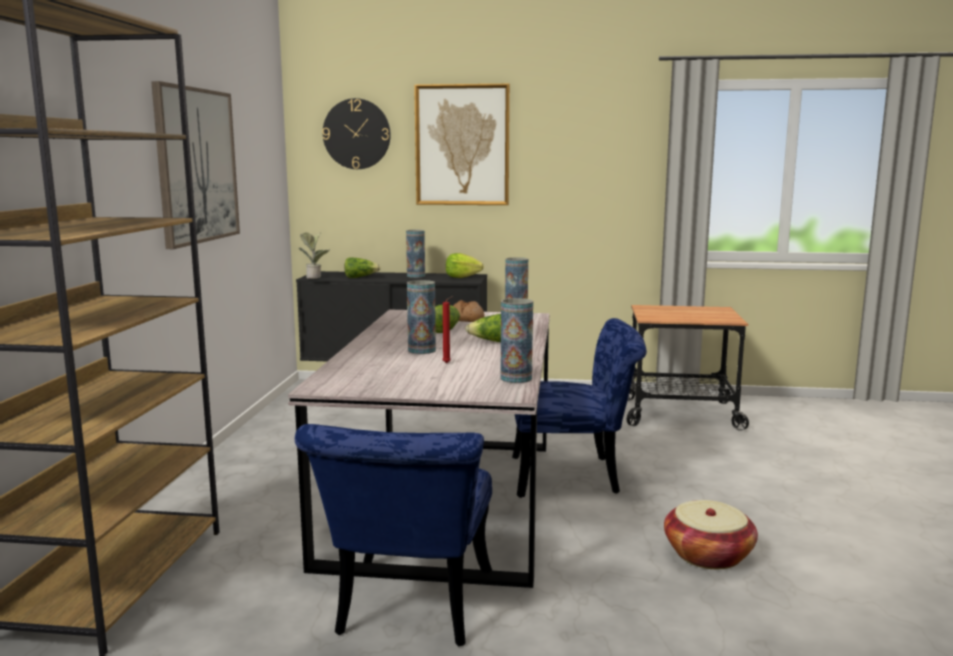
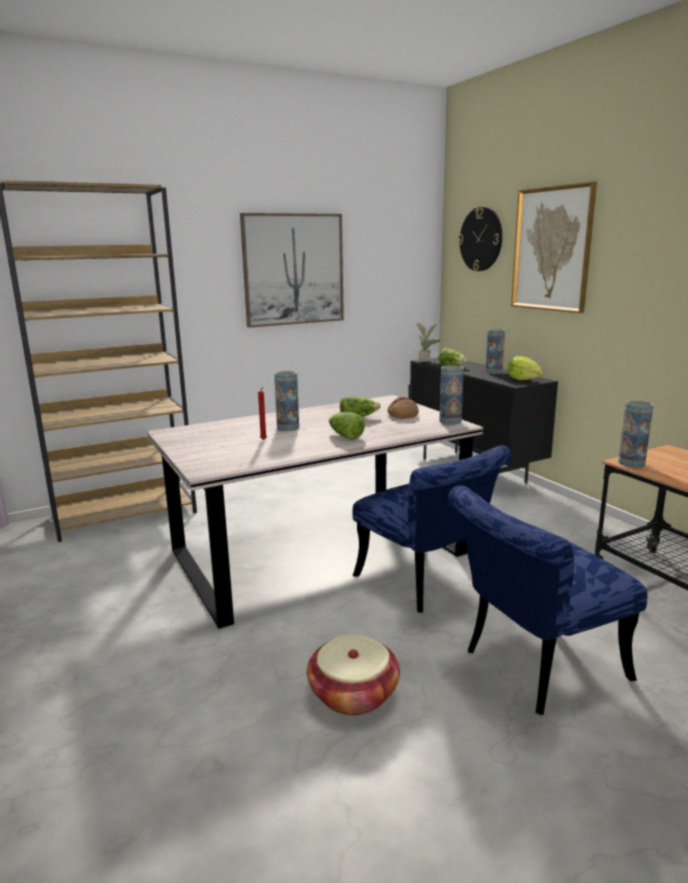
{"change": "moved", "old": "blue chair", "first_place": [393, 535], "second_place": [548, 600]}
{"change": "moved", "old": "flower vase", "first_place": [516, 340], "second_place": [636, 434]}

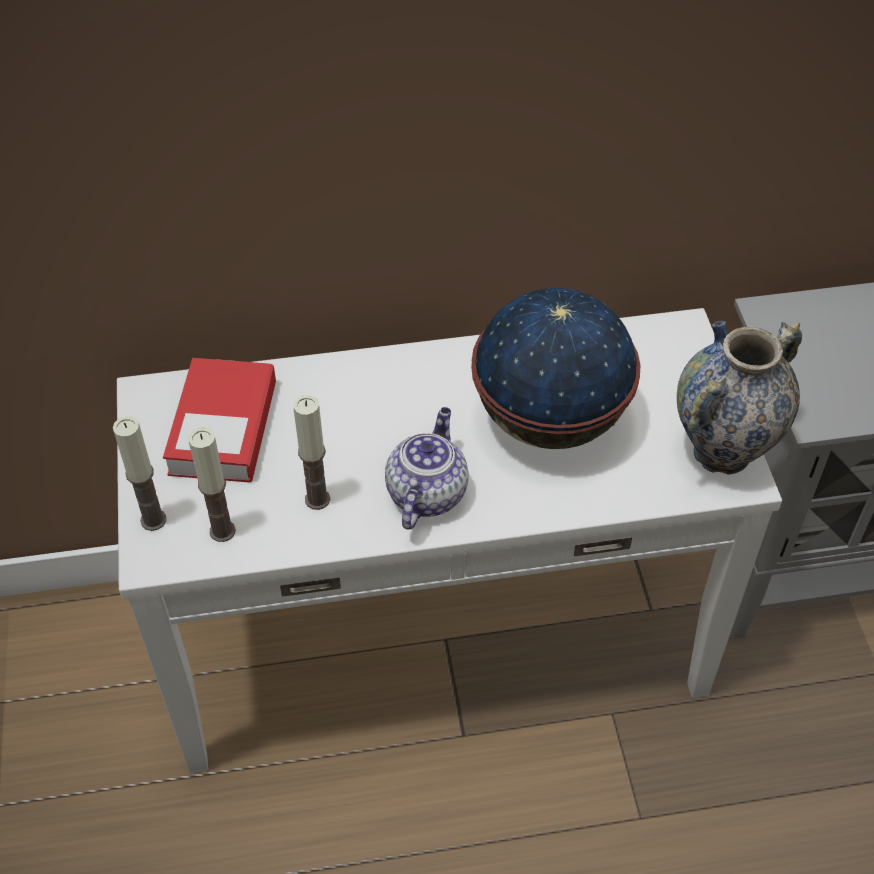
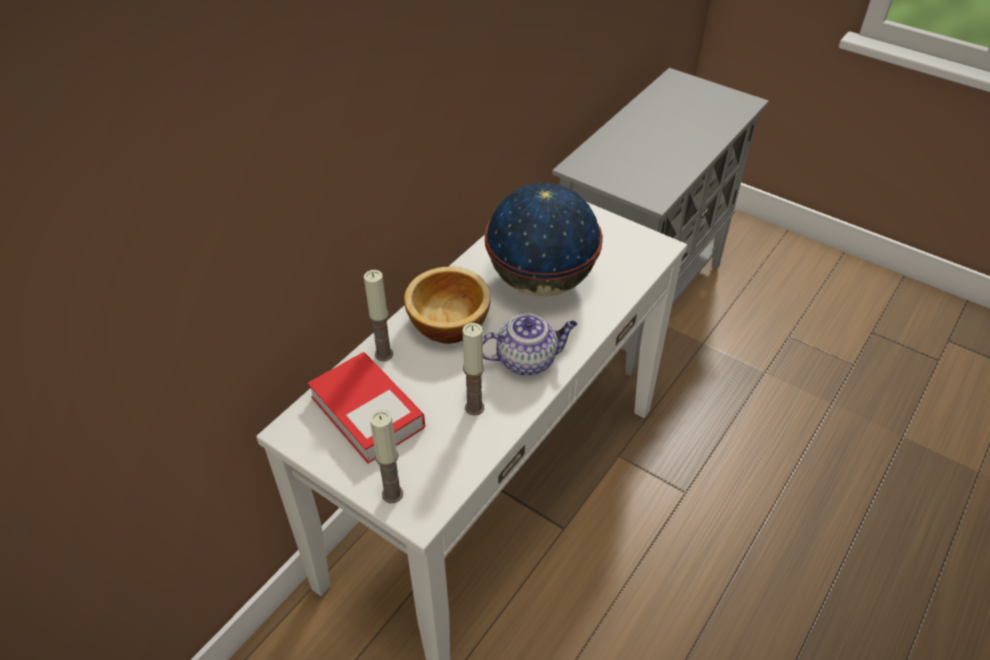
{"change": "removed", "old": "flower vase", "first_place": [739, 397]}
{"change": "added", "new": "bowl", "second_place": [447, 305]}
{"change": "moved", "old": "wax light", "first_place": [212, 485], "second_place": [378, 315]}
{"change": "turned", "old": "tea pot", "first_place": [426, 468], "second_place": [530, 344], "degrees": 105}

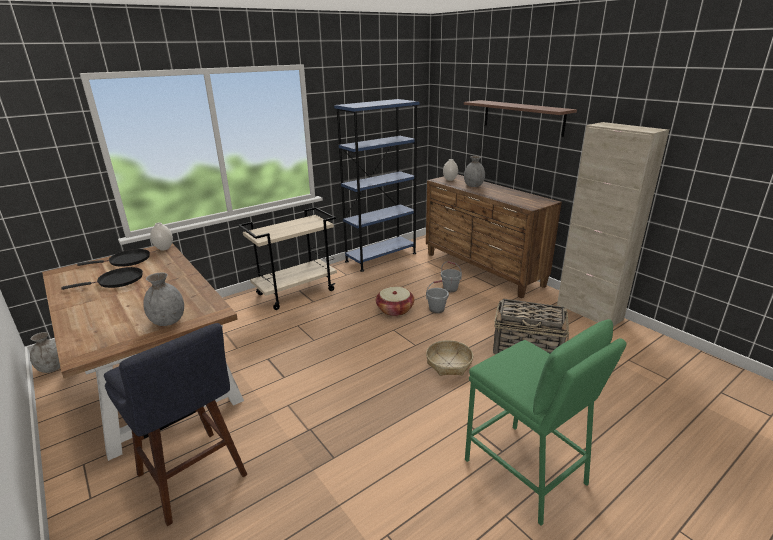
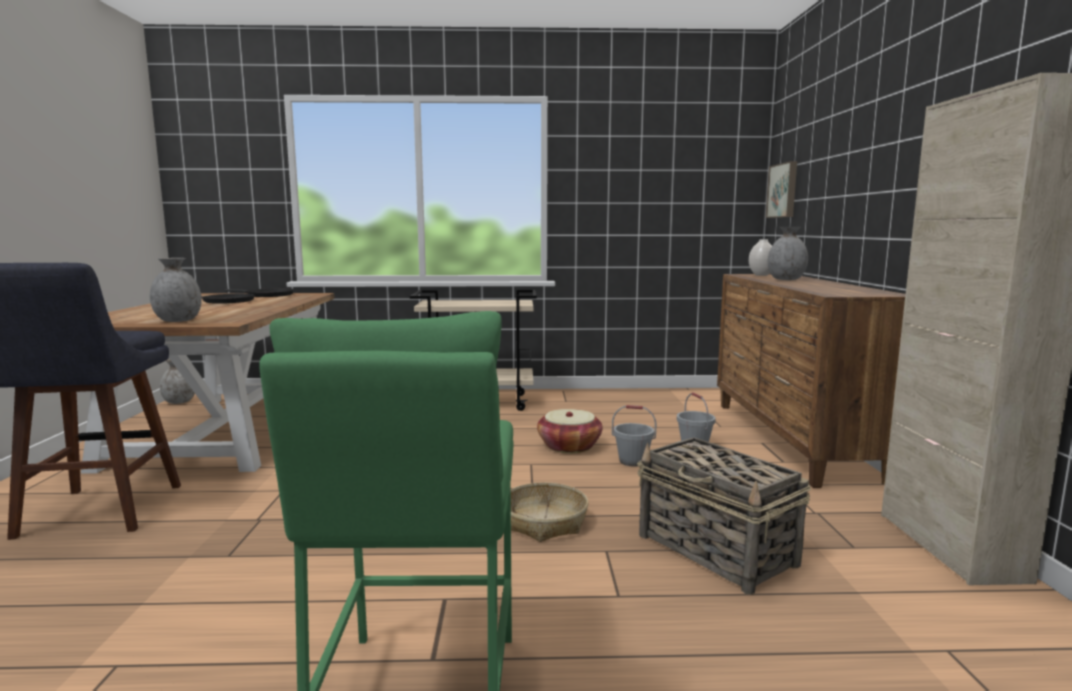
{"change": "removed", "old": "white-coloured flower vase", "first_place": [161, 236]}
{"change": "removed", "old": "blue shelving unit", "first_place": [376, 185]}
{"change": "removed", "old": "wall shelf", "first_place": [520, 118]}
{"change": "added", "new": "wall art", "second_place": [781, 189]}

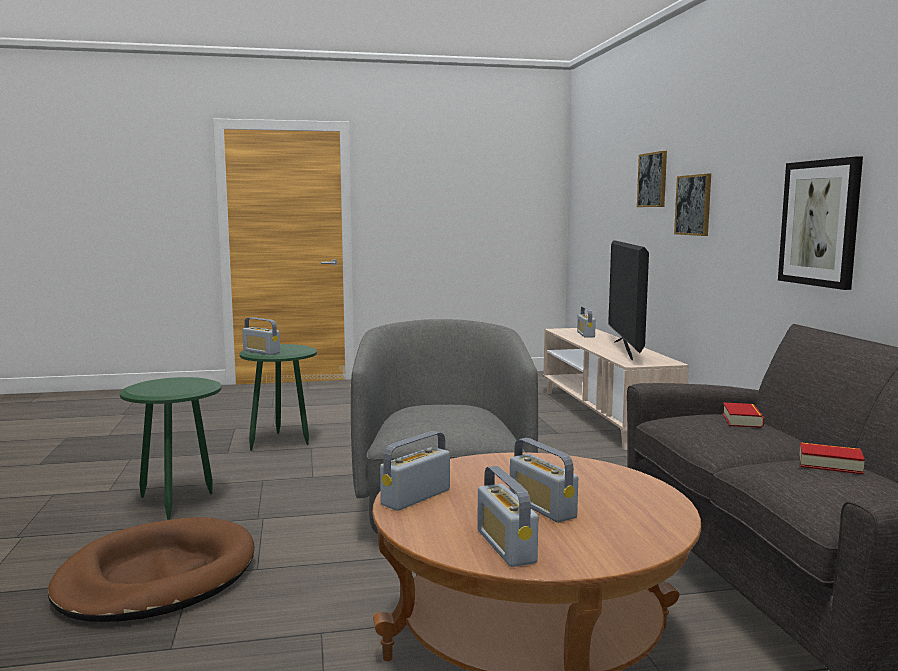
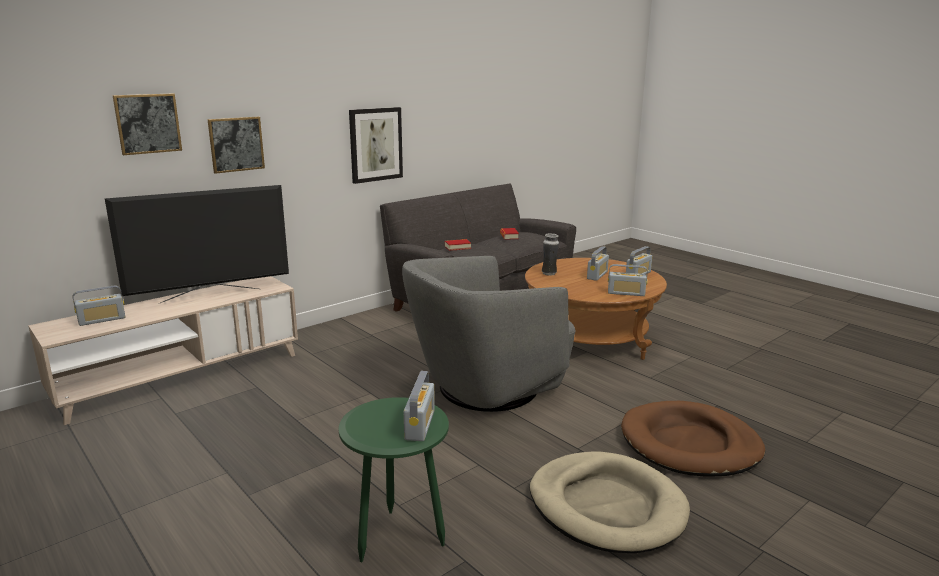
{"change": "added", "new": "flower vase", "second_place": [550, 254]}
{"change": "replaced", "old": "green end table", "new": "beige dog cushion", "first_place": [171, 448], "second_place": [610, 502]}

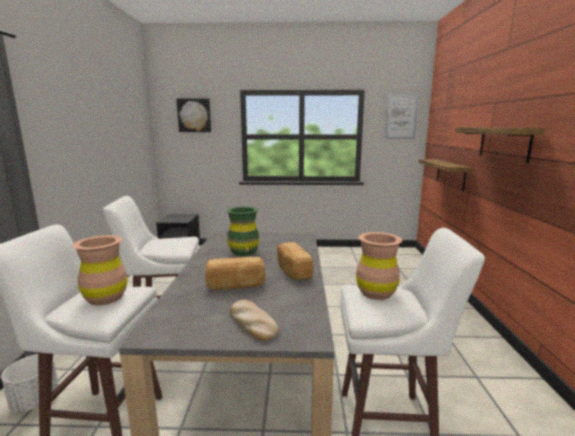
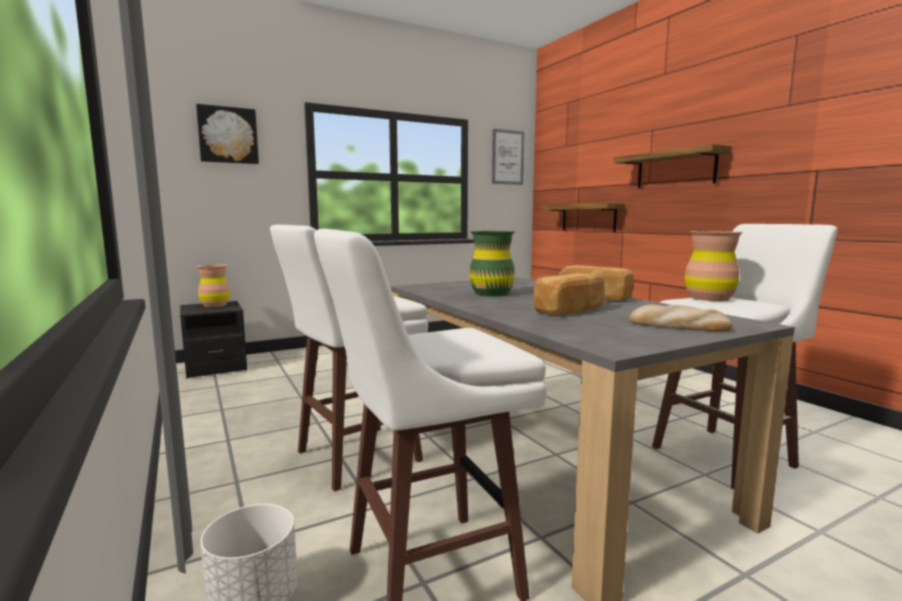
{"change": "moved", "old": "brownish flower vase", "first_place": [99, 270], "second_place": [213, 286]}

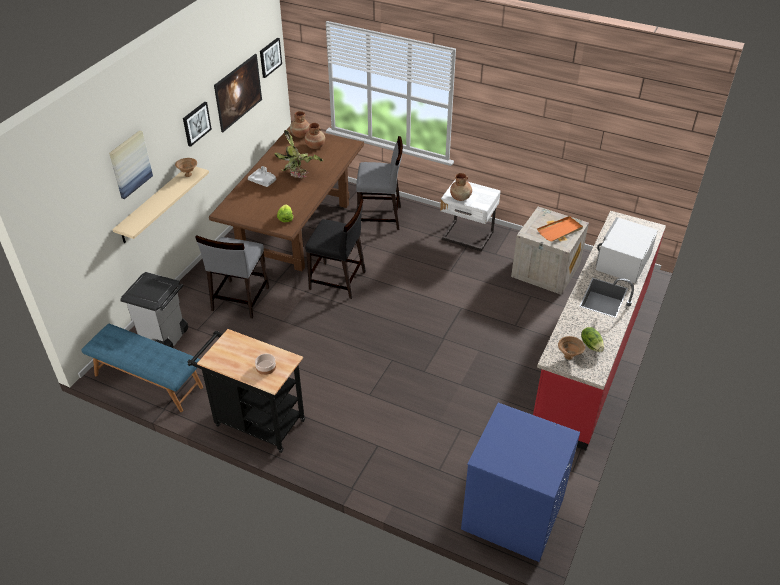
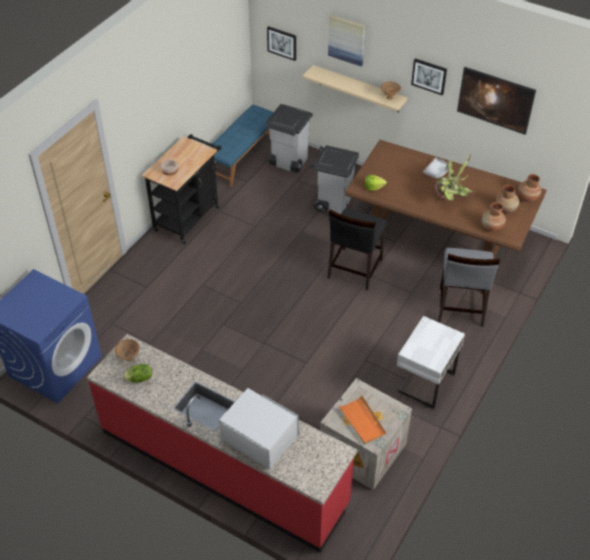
{"change": "moved", "old": "wall art", "first_place": [271, 58], "second_place": [281, 43]}
{"change": "moved", "old": "brownish flower vase", "first_place": [461, 187], "second_place": [494, 217]}
{"change": "replaced", "old": "grey chair", "new": "grey waste bin", "first_place": [232, 277], "second_place": [334, 179]}

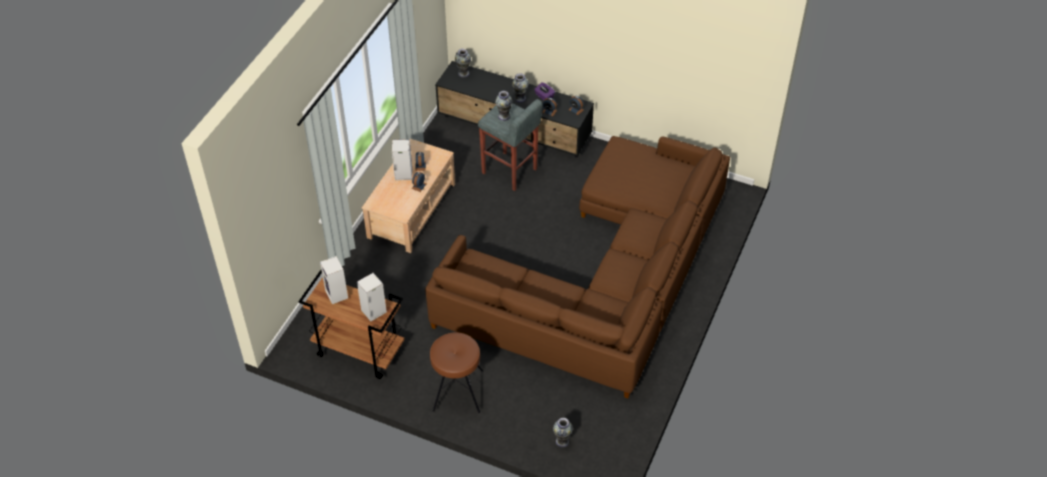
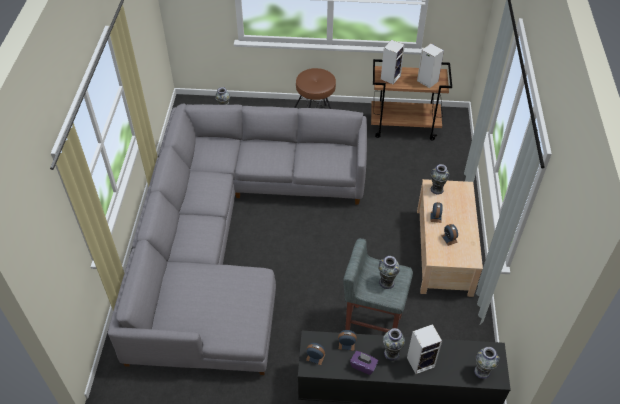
{"change": "added", "new": "flower vase", "second_place": [440, 179]}
{"change": "moved", "old": "audio speaker", "first_place": [402, 160], "second_place": [424, 349]}
{"change": "recoloured", "old": "brownish settee", "new": "grey settee", "first_place": [577, 267], "second_place": [237, 239]}

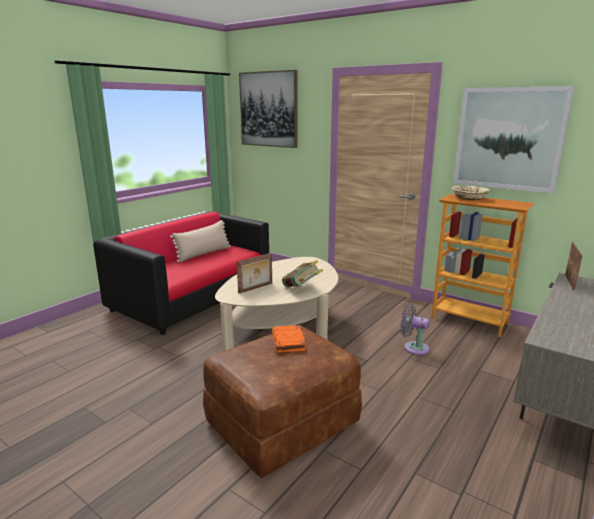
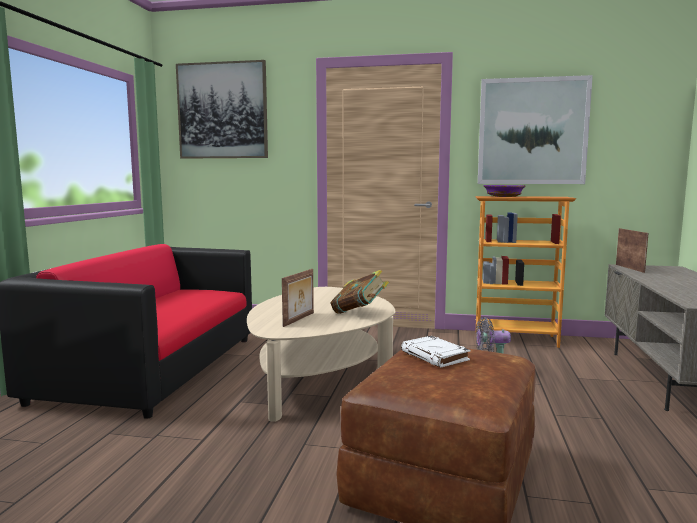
{"change": "removed", "old": "beige pillow", "first_place": [200, 241]}
{"change": "recoloured", "old": "orangey volume", "new": "white-coloured volume", "first_place": [289, 339], "second_place": [435, 352]}
{"change": "recoloured", "old": "beige bowl", "new": "purplish bowl", "first_place": [471, 193], "second_place": [504, 191]}

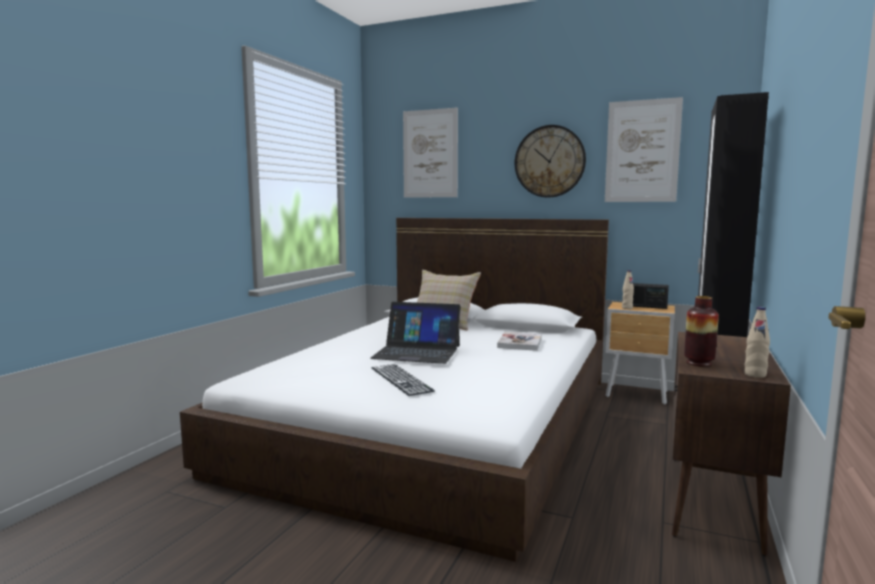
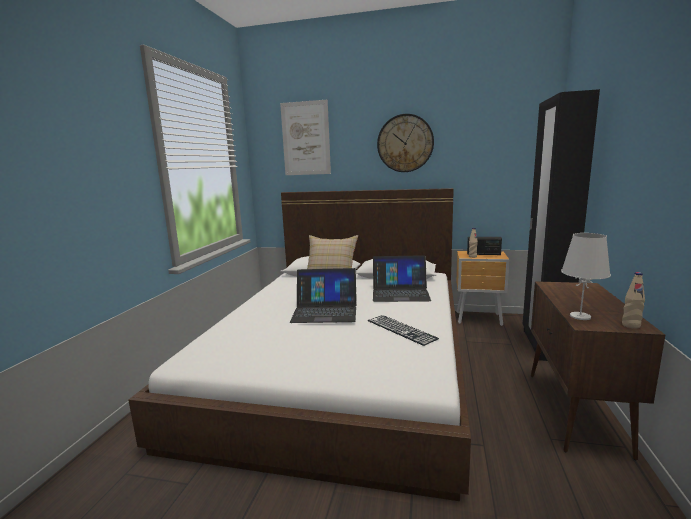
{"change": "removed", "old": "wall art", "first_place": [644, 149]}
{"change": "moved", "old": "computer keyboard", "first_place": [403, 380], "second_place": [403, 330]}
{"change": "replaced", "old": "volume", "new": "laptop", "first_place": [519, 341], "second_place": [402, 278]}
{"change": "replaced", "old": "flower vase", "new": "white-coloured table lamp", "first_place": [701, 331], "second_place": [586, 276]}

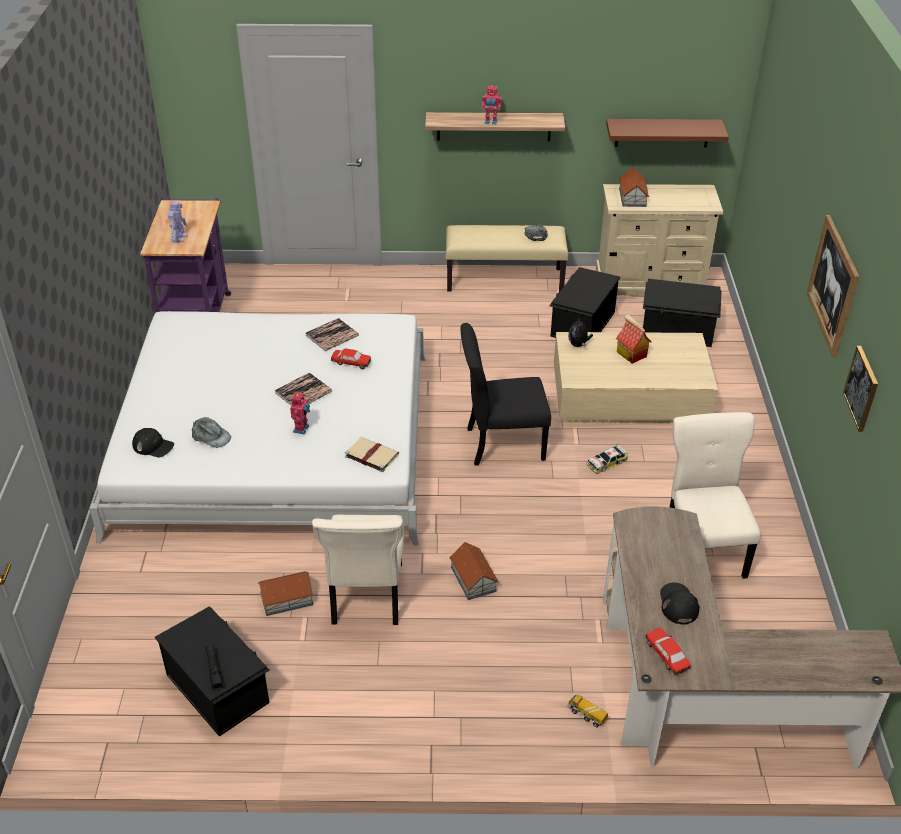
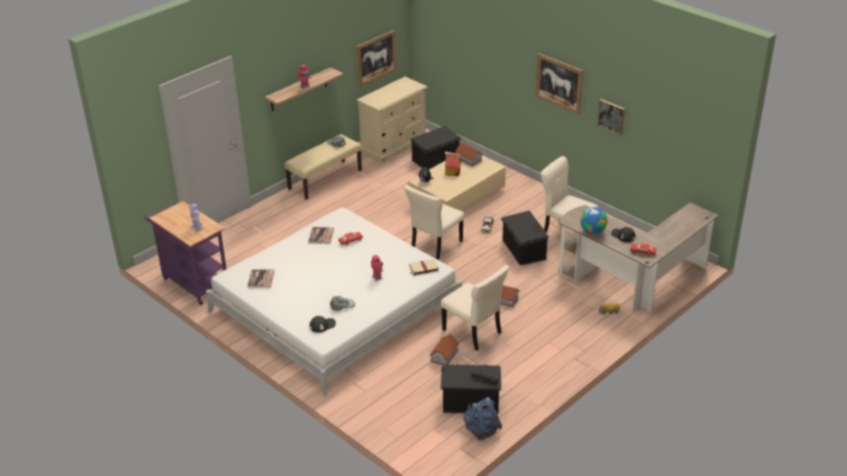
{"change": "added", "new": "blue rucksack", "second_place": [482, 418]}
{"change": "added", "new": "globe", "second_place": [594, 220]}
{"change": "moved", "old": "volume", "first_place": [303, 389], "second_place": [261, 279]}
{"change": "moved", "old": "black-coloured storage bin", "first_place": [585, 302], "second_place": [525, 238]}
{"change": "moved", "old": "miniature house", "first_place": [634, 187], "second_place": [469, 154]}
{"change": "replaced", "old": "brownish wall shelf", "new": "wall art", "first_place": [667, 133], "second_place": [376, 58]}
{"change": "recoloured", "old": "black-coloured chair", "new": "beige chair", "first_place": [506, 394], "second_place": [434, 222]}

